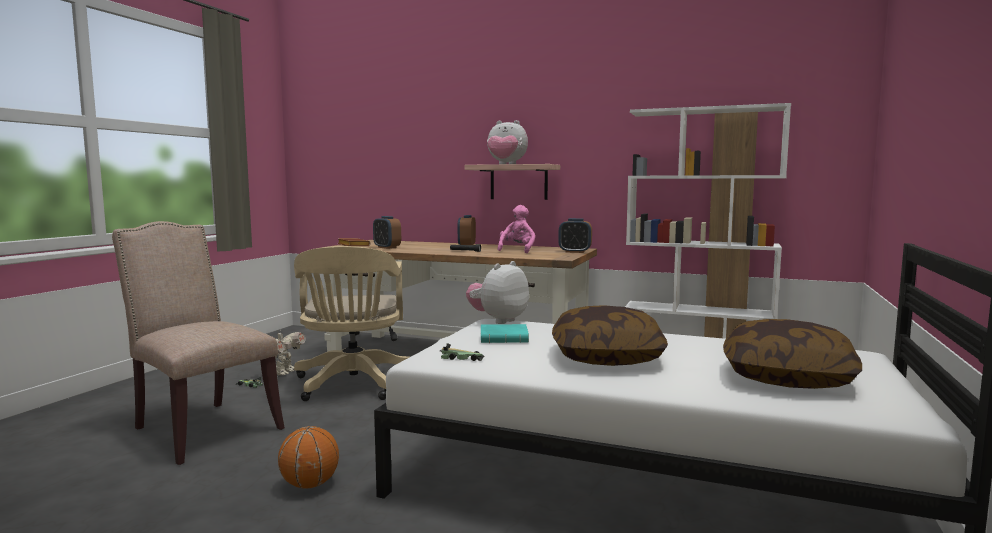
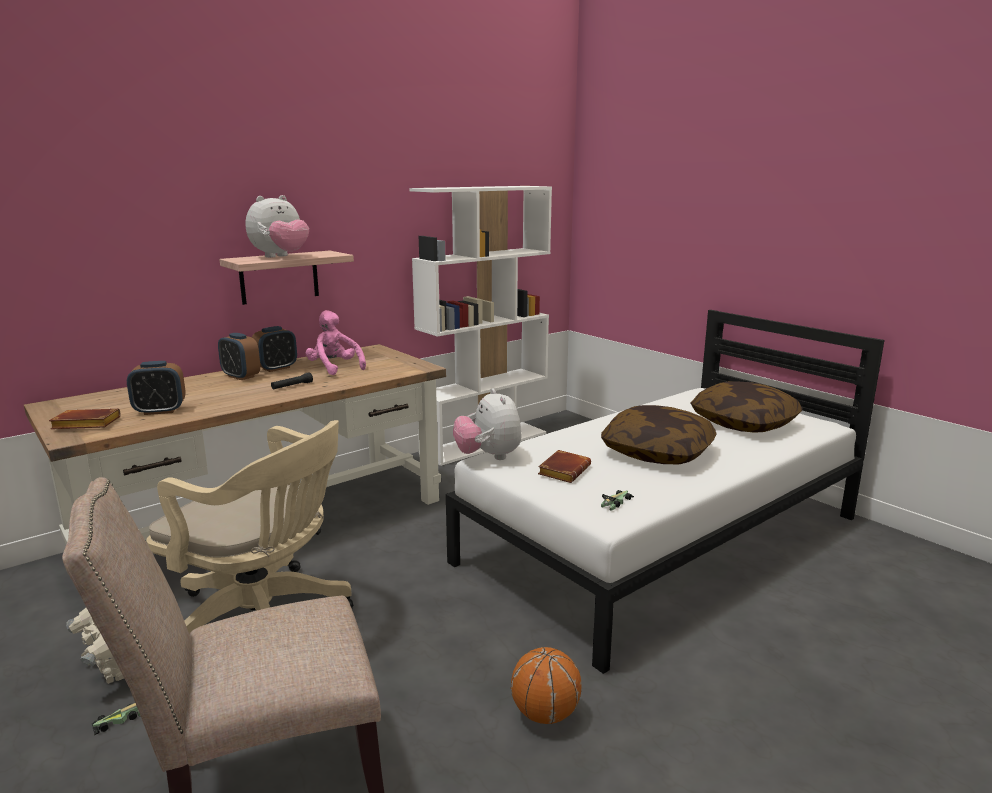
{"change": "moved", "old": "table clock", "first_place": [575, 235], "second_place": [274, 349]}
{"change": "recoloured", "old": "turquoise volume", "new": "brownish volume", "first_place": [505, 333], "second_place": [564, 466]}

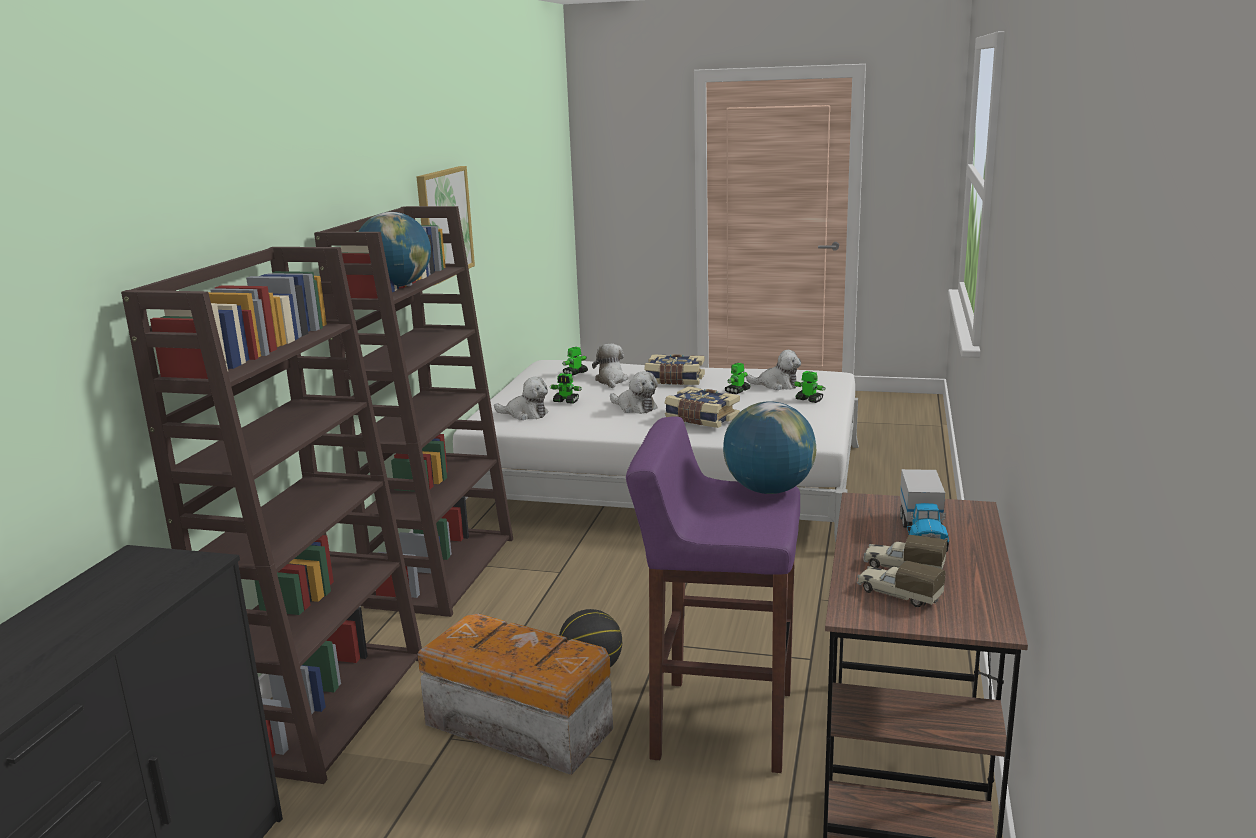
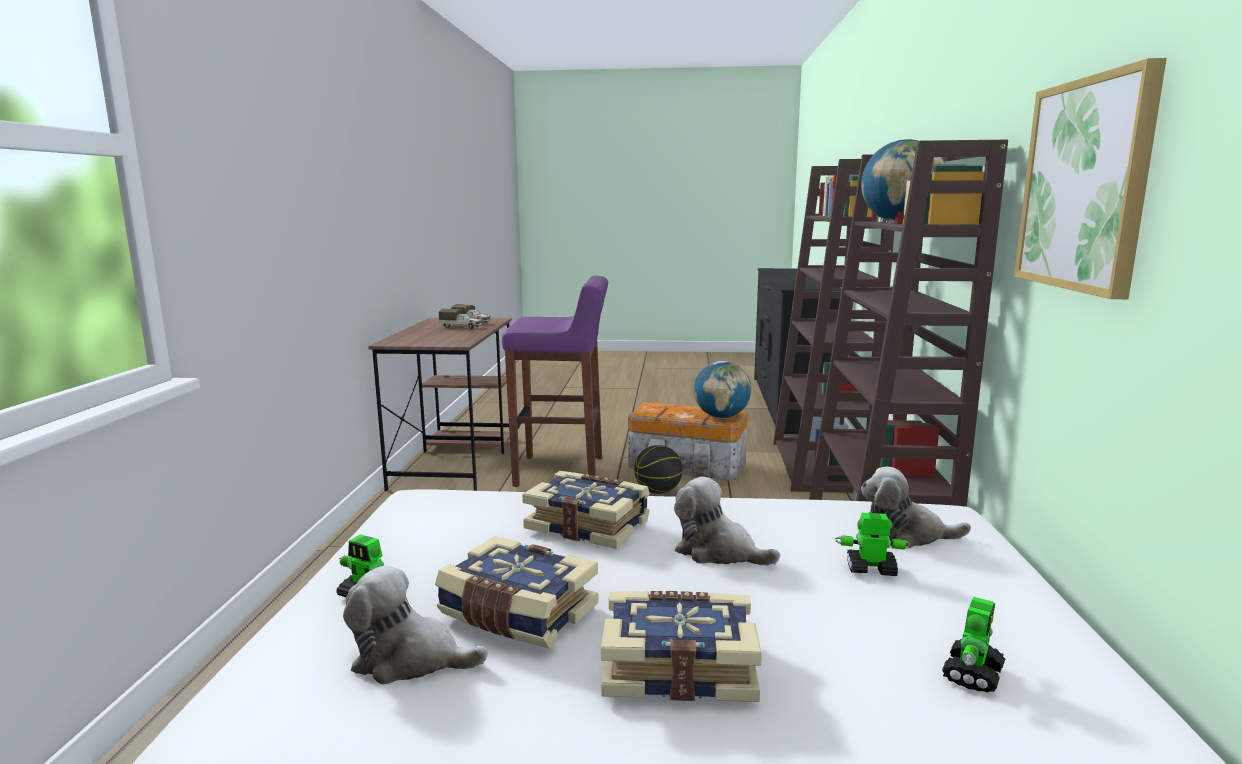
{"change": "removed", "old": "cuddly toy", "first_place": [610, 366]}
{"change": "removed", "old": "toy truck", "first_place": [924, 510]}
{"change": "moved", "old": "globe", "first_place": [769, 447], "second_place": [722, 389]}
{"change": "replaced", "old": "robot figure", "new": "volume", "first_place": [738, 378], "second_place": [517, 592]}

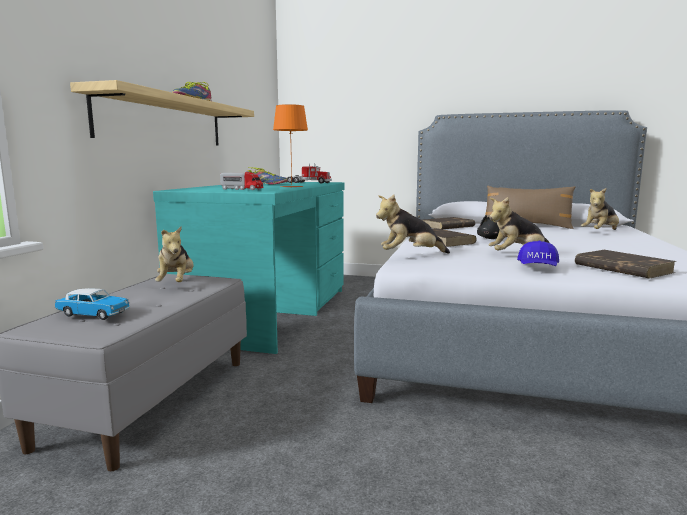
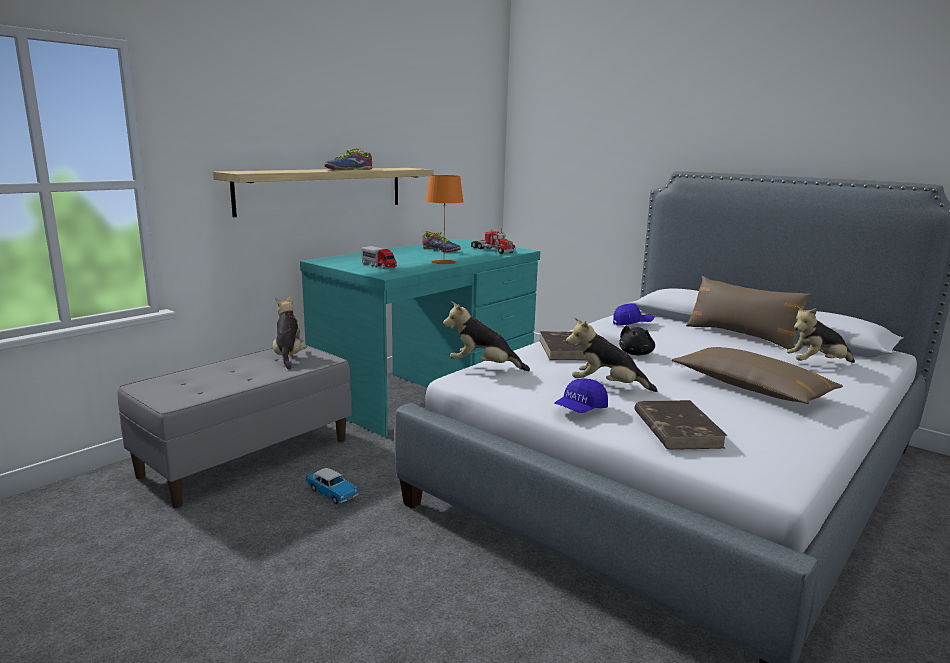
{"change": "added", "new": "brownish pillow", "second_place": [757, 375]}
{"change": "moved", "old": "miniature car", "first_place": [92, 304], "second_place": [332, 486]}
{"change": "replaced", "old": "brownish volume", "new": "blue peaked cap", "first_place": [448, 223], "second_place": [633, 315]}
{"change": "turned", "old": "cuddly toy", "first_place": [174, 254], "second_place": [290, 333], "degrees": 150}

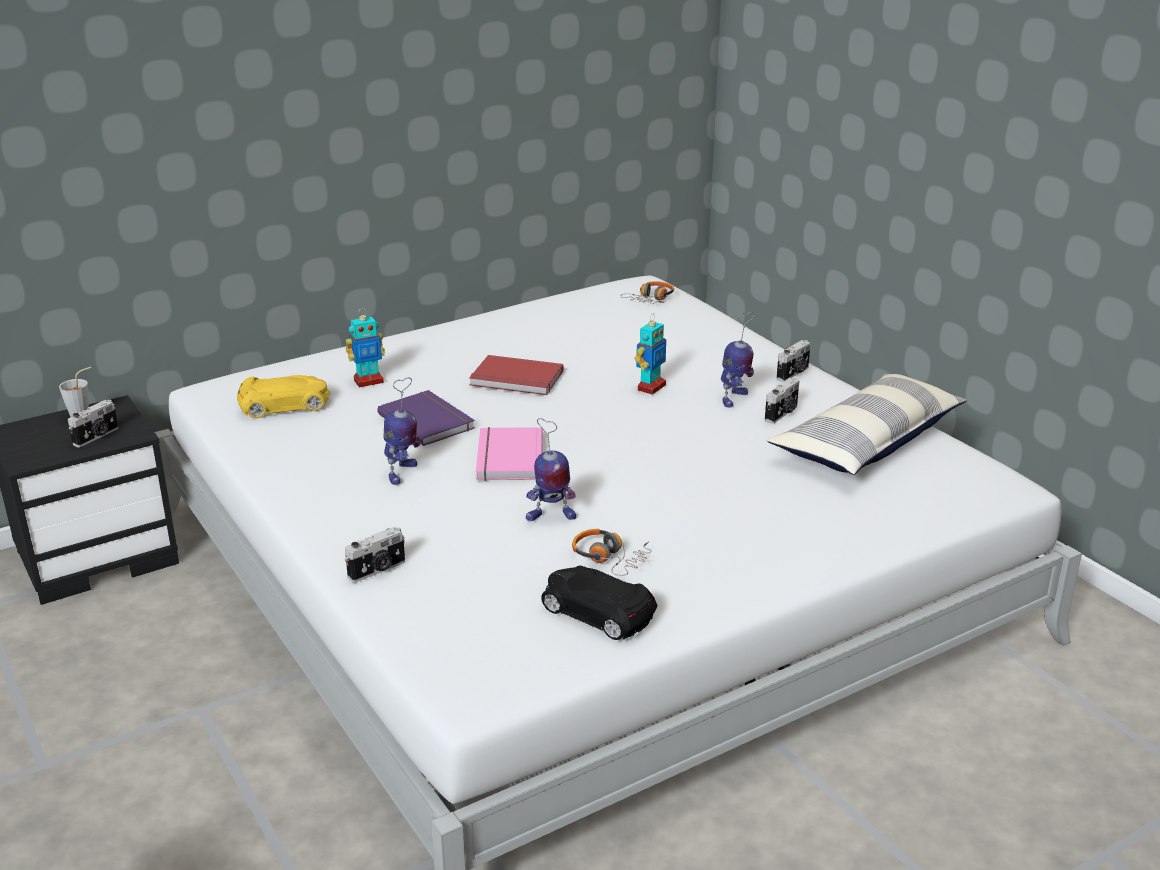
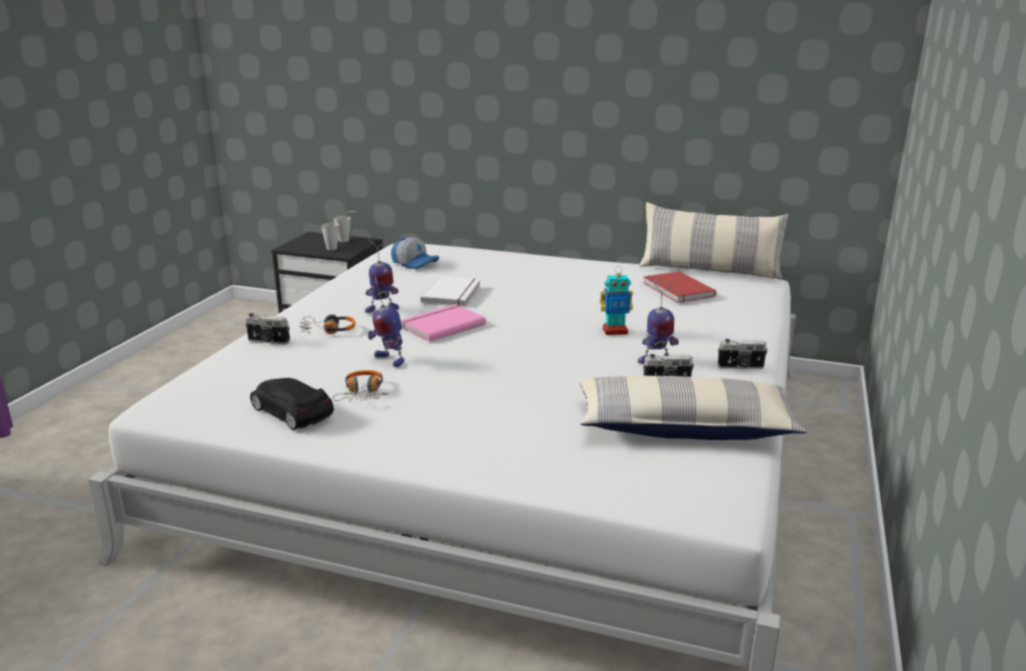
{"change": "removed", "old": "robot figure", "first_place": [365, 347]}
{"change": "added", "new": "pillow", "second_place": [714, 241]}
{"change": "moved", "old": "red-coloured volume", "first_place": [516, 375], "second_place": [679, 287]}
{"change": "moved", "old": "pair of headphones", "first_place": [647, 292], "second_place": [327, 324]}
{"change": "replaced", "old": "still camera", "new": "grey small cup", "first_place": [93, 423], "second_place": [330, 235]}
{"change": "replaced", "old": "yellow miniature car", "new": "peaked cap", "first_place": [284, 396], "second_place": [415, 253]}
{"change": "recoloured", "old": "purplish volume", "new": "white-coloured volume", "first_place": [426, 418], "second_place": [450, 291]}
{"change": "turned", "old": "black-coloured miniature car", "first_place": [599, 603], "second_place": [292, 404], "degrees": -45}

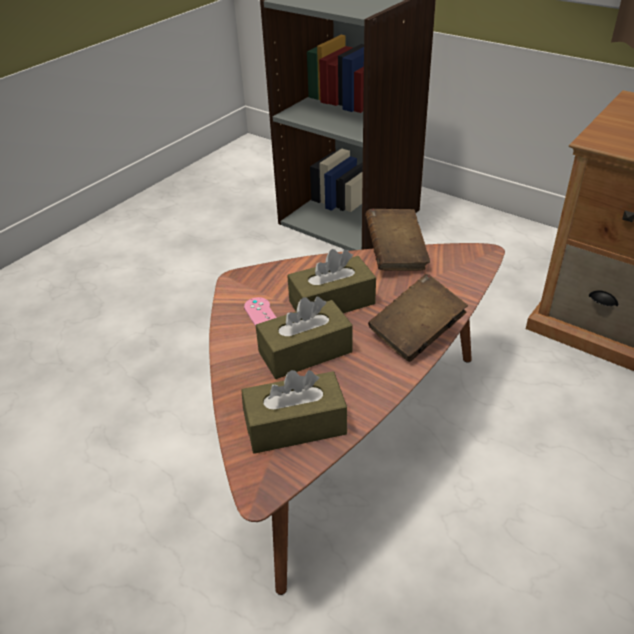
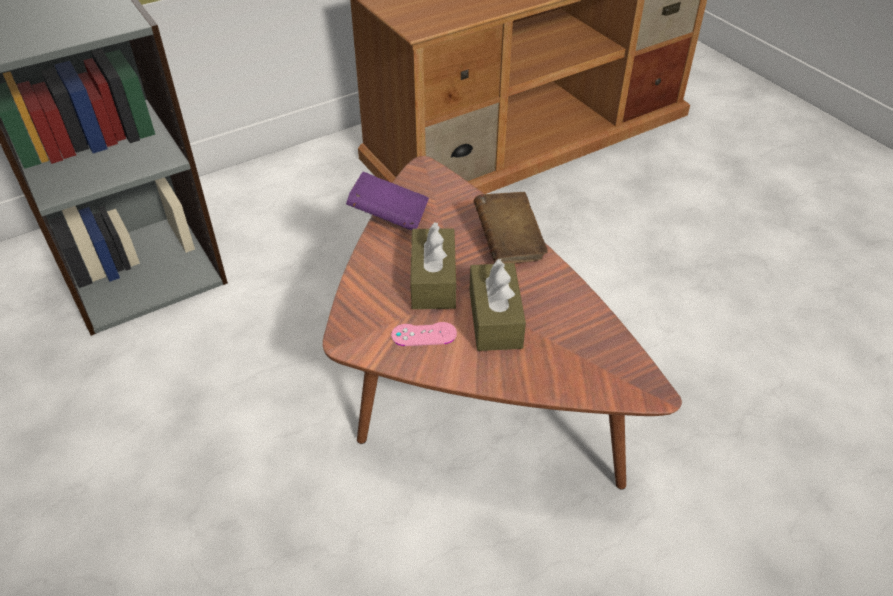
{"change": "removed", "old": "brownish tissue holder", "first_place": [294, 412]}
{"change": "recoloured", "old": "brownish volume", "new": "purplish volume", "first_place": [397, 240], "second_place": [387, 201]}

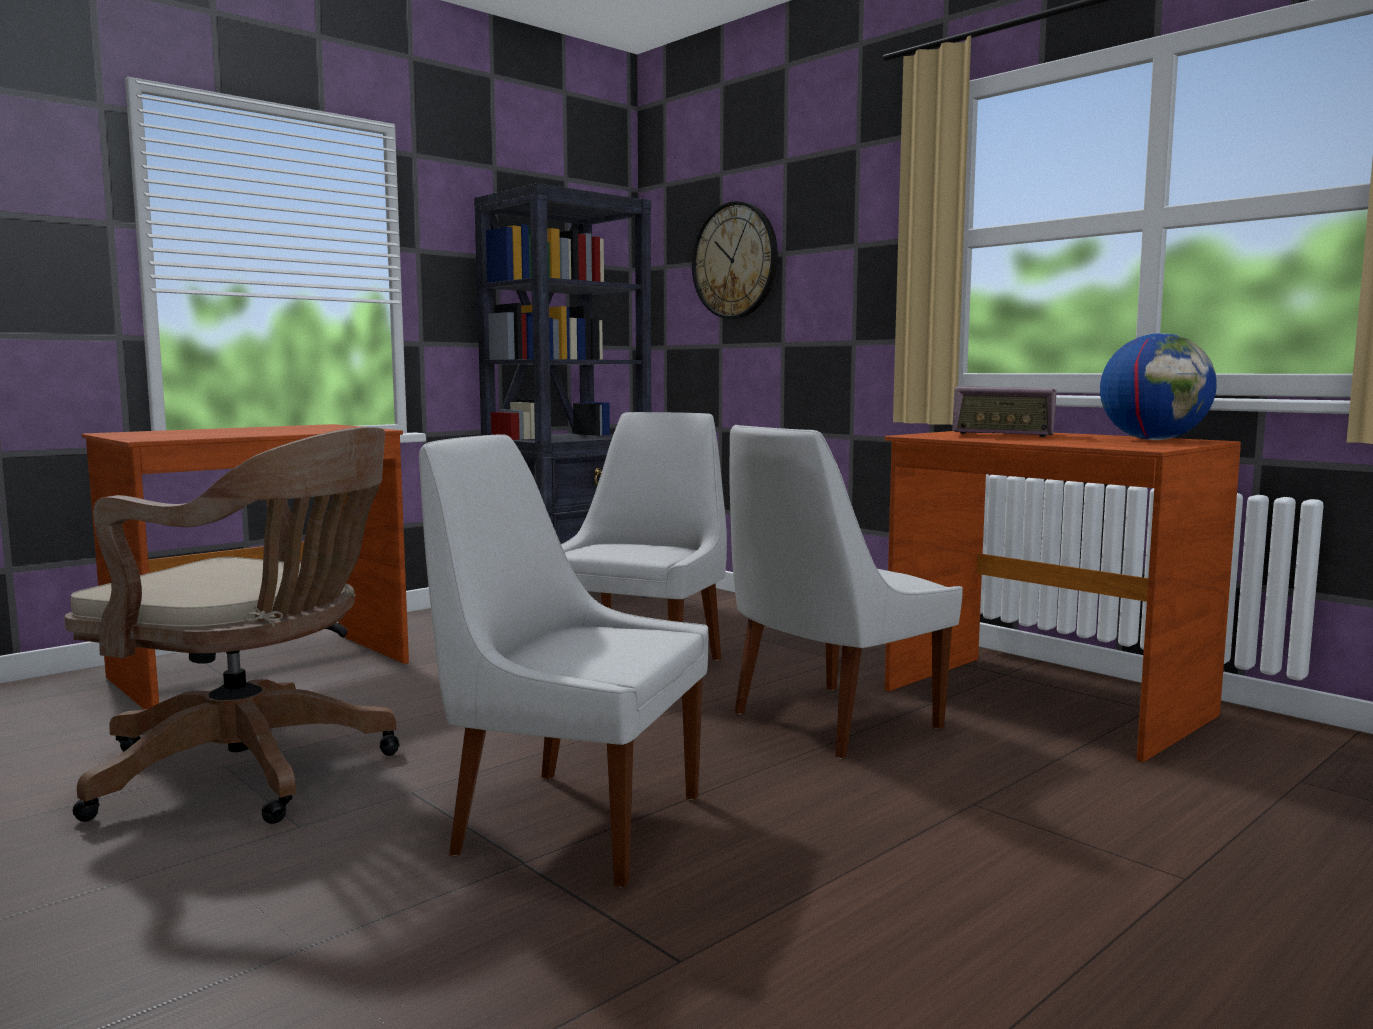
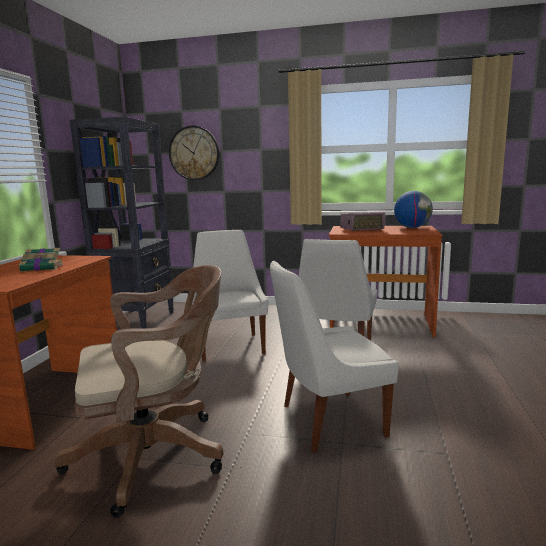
{"change": "added", "new": "volume", "second_place": [41, 260]}

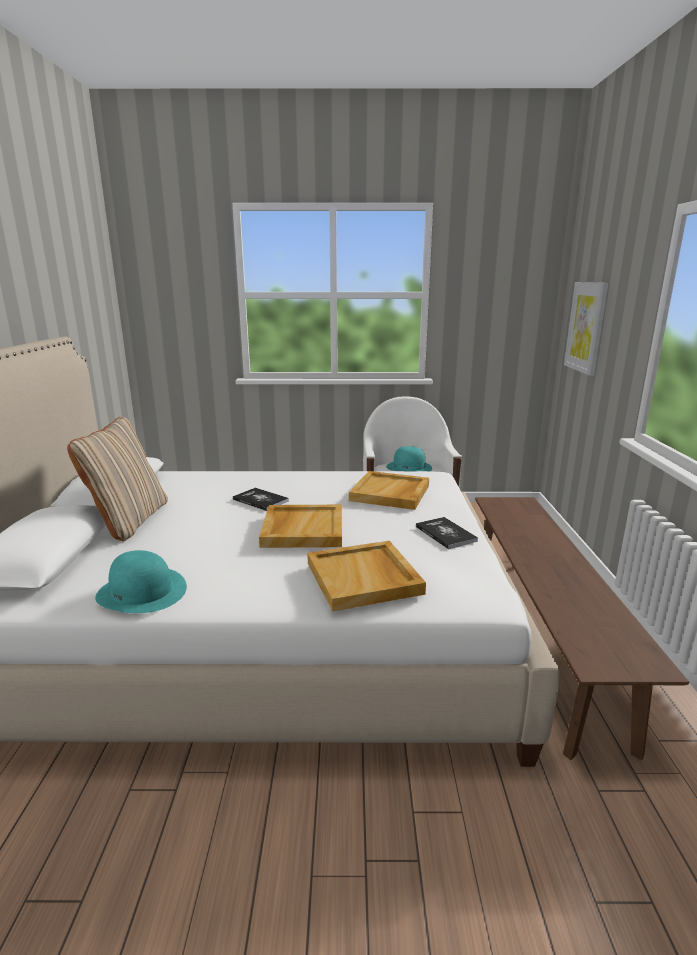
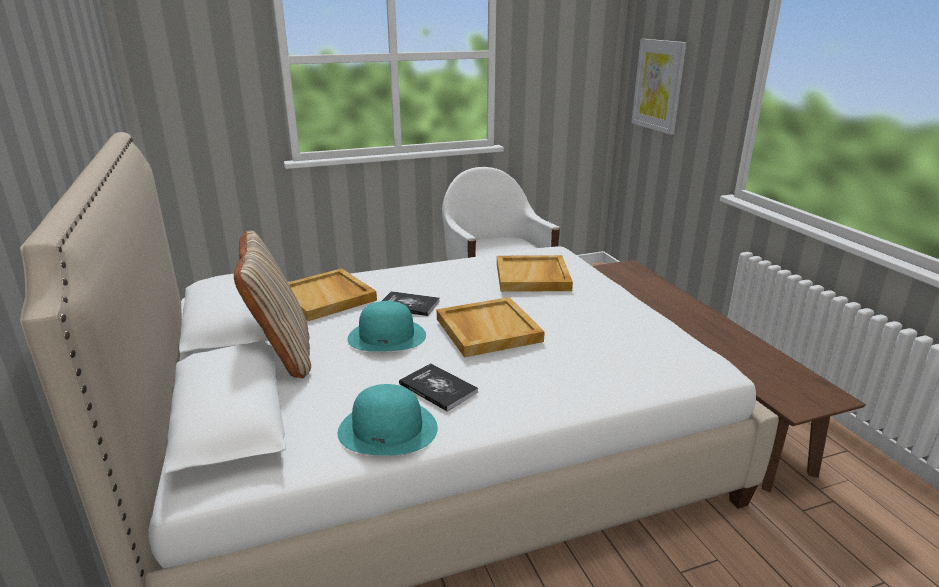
{"change": "moved", "old": "beige serving tray", "first_place": [366, 576], "second_place": [332, 294]}
{"change": "moved", "old": "turquoise hat", "first_place": [409, 458], "second_place": [387, 326]}
{"change": "moved", "old": "volume", "first_place": [447, 533], "second_place": [438, 387]}

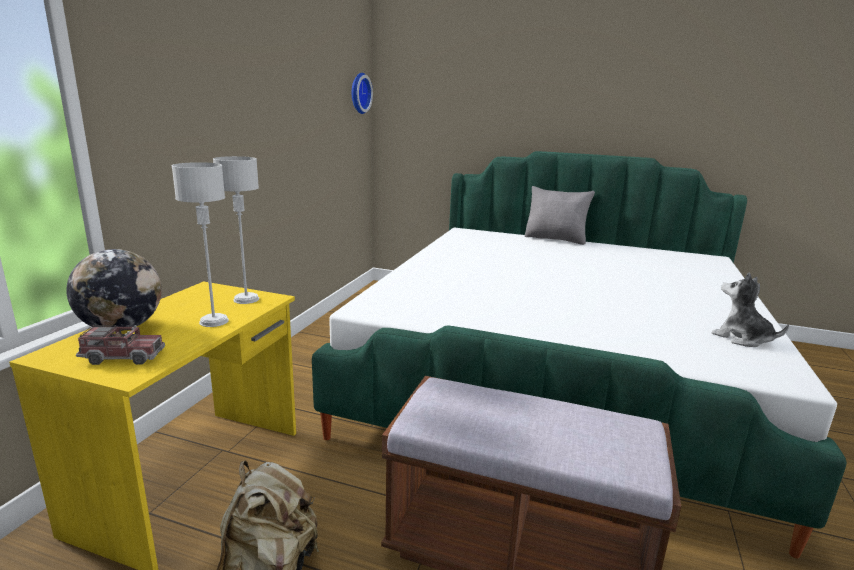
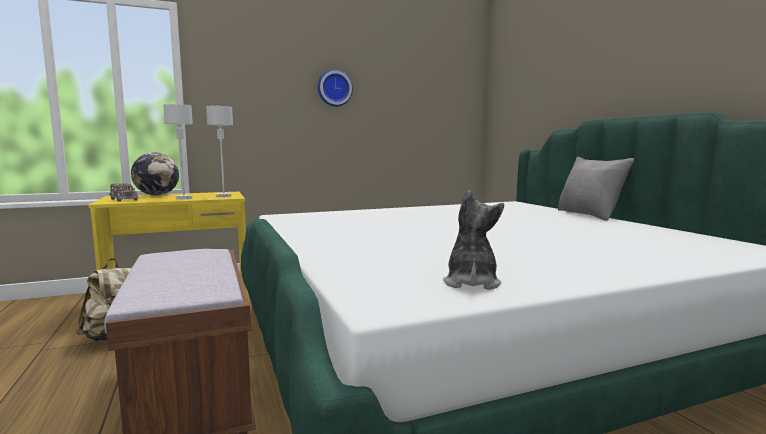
{"change": "moved", "old": "wall clock", "first_place": [362, 93], "second_place": [335, 88]}

